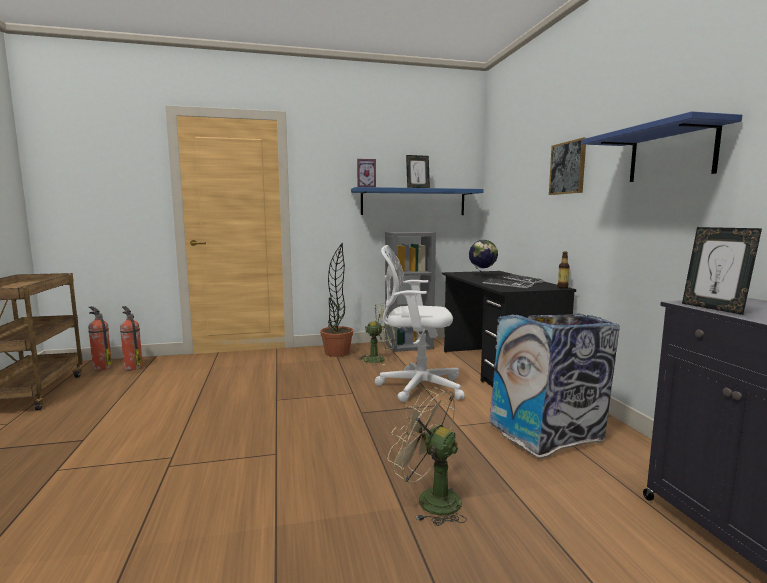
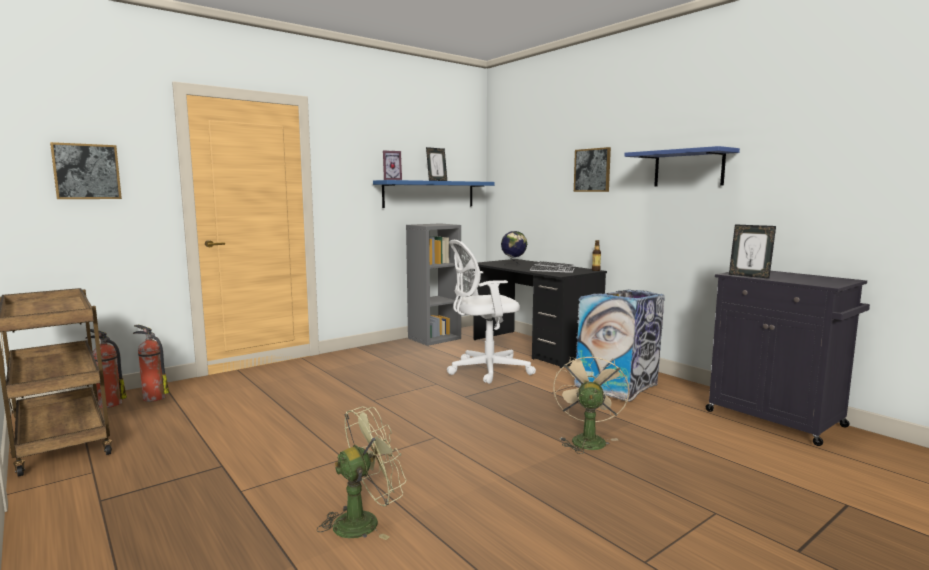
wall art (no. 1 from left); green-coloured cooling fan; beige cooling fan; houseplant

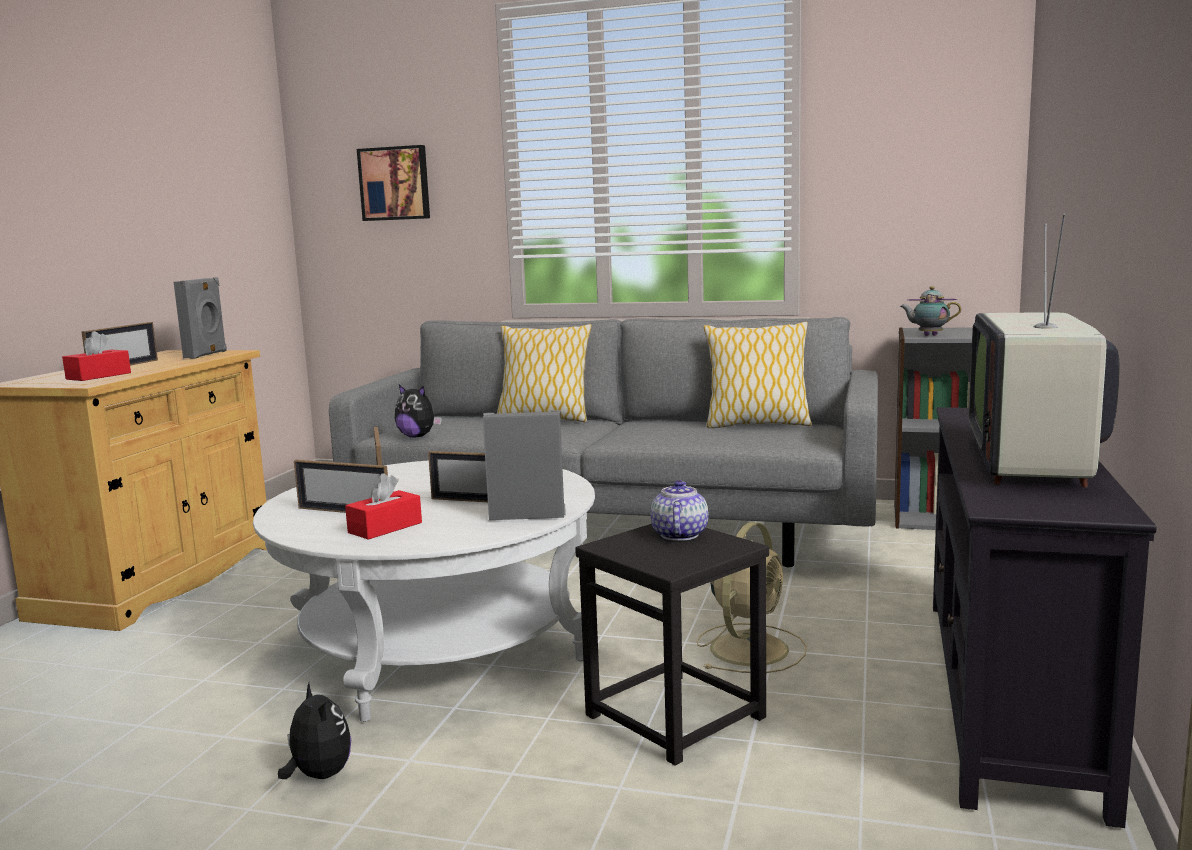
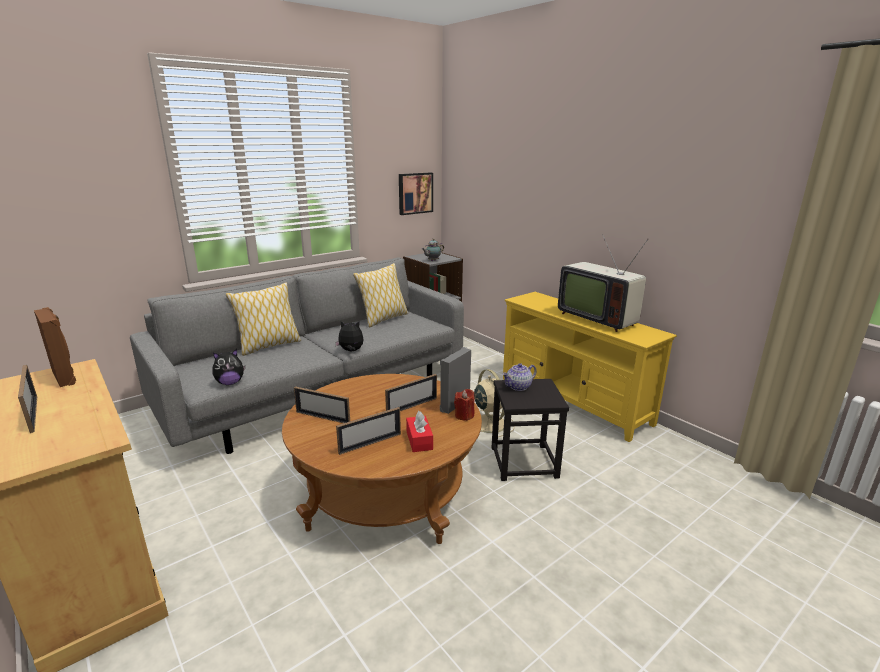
brown audio speaker; brown coffee table; cuddly toy (no. 2 from left); wall art; red-coloured wax light; tea pot (no. 2 from left); yellow-coloured tv unit; red-coloured box of tissues (no. 1 from left in the first image)

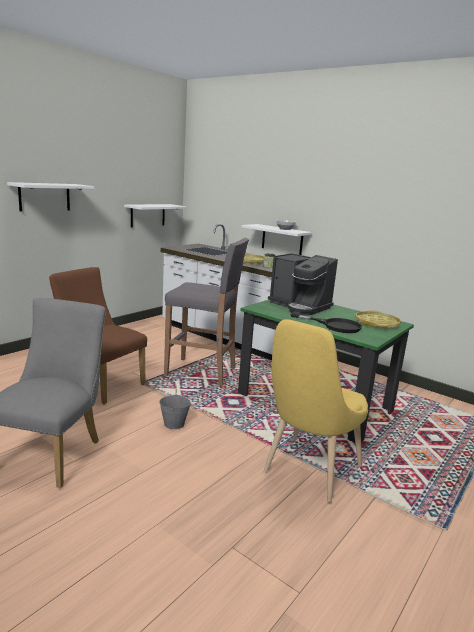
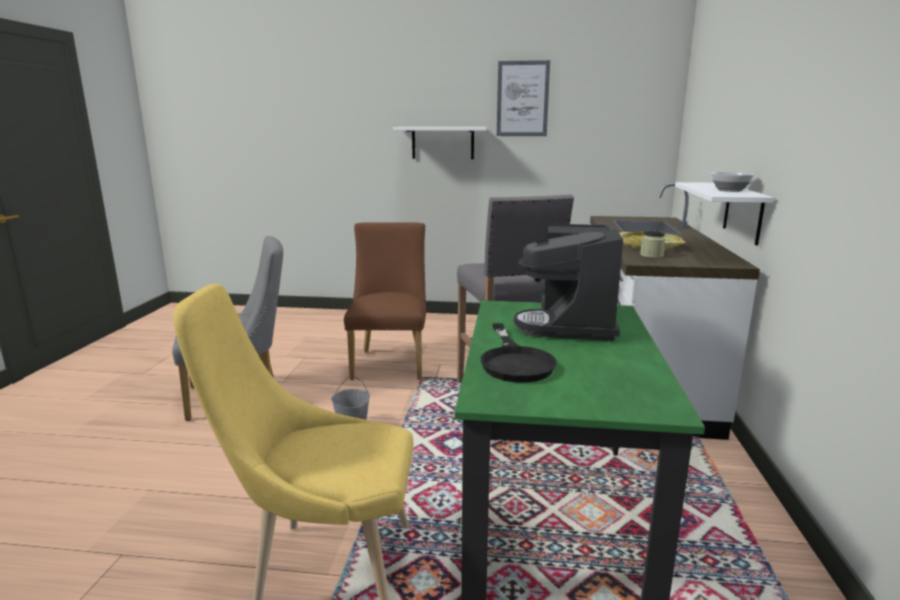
wall art; whitish shelf (no. 2 from left in the first image); yellow-coloured tray (no. 2 from left in the first image)

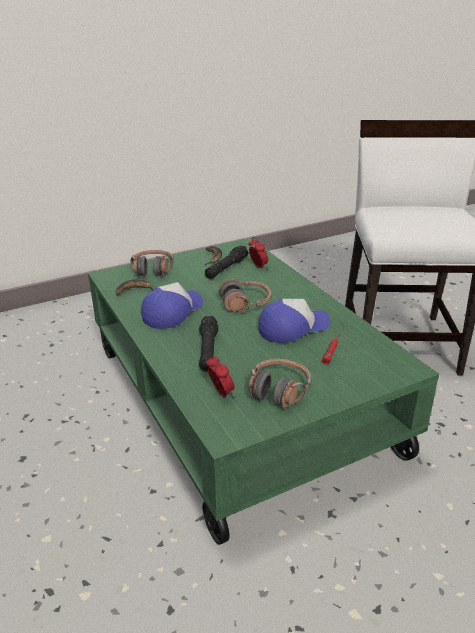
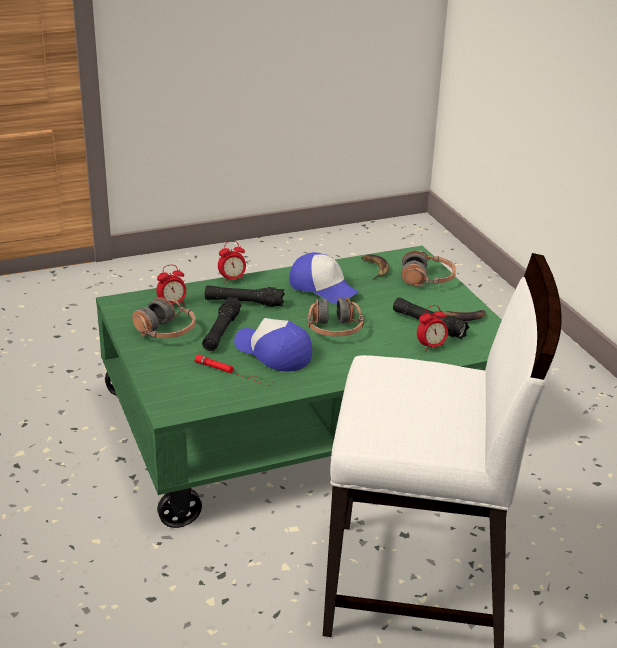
black-coloured flashlight (no. 1 from left); table clock (no. 2 from left); peaked cap (no. 1 from left)

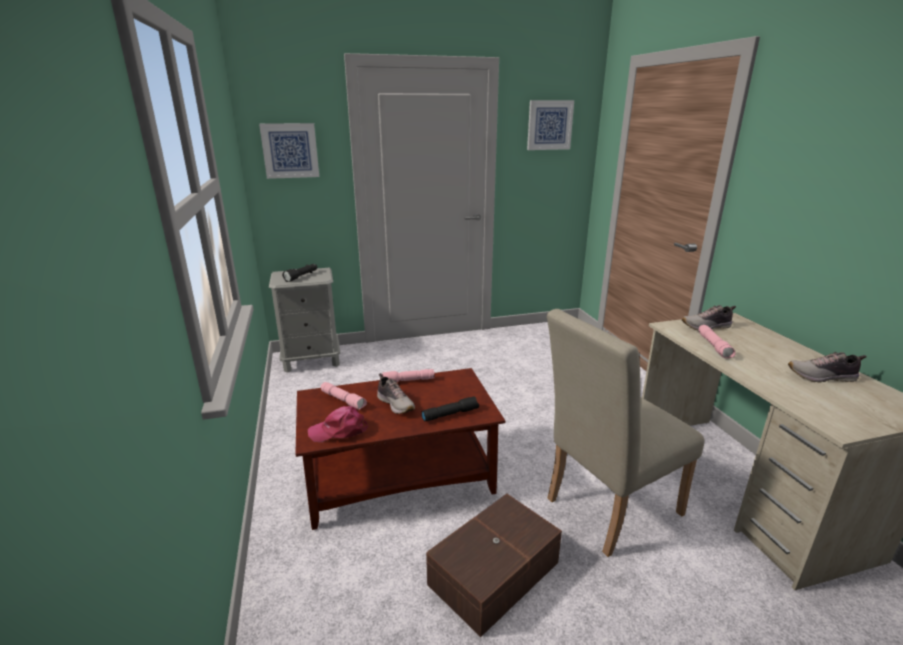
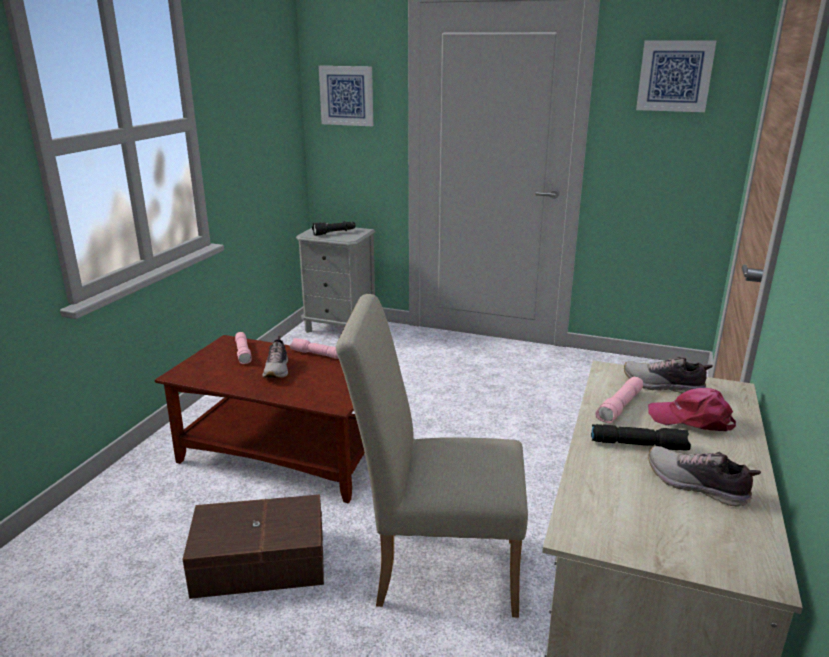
black-coloured flashlight (no. 2 from left); pink peaked cap

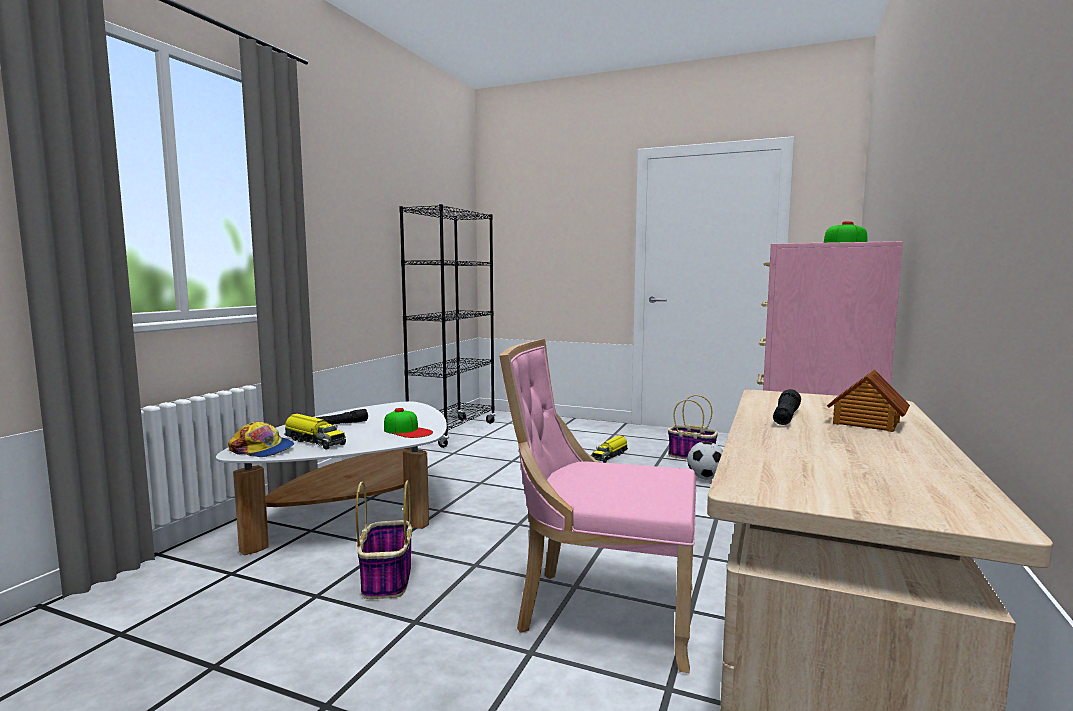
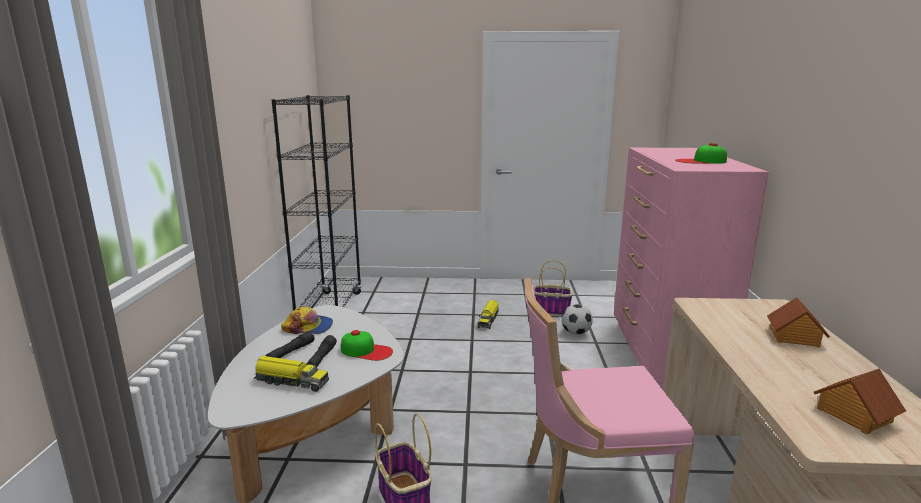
peaked cap (no. 1 from left); black-coloured flashlight (no. 2 from left); toy house (no. 2 from left)

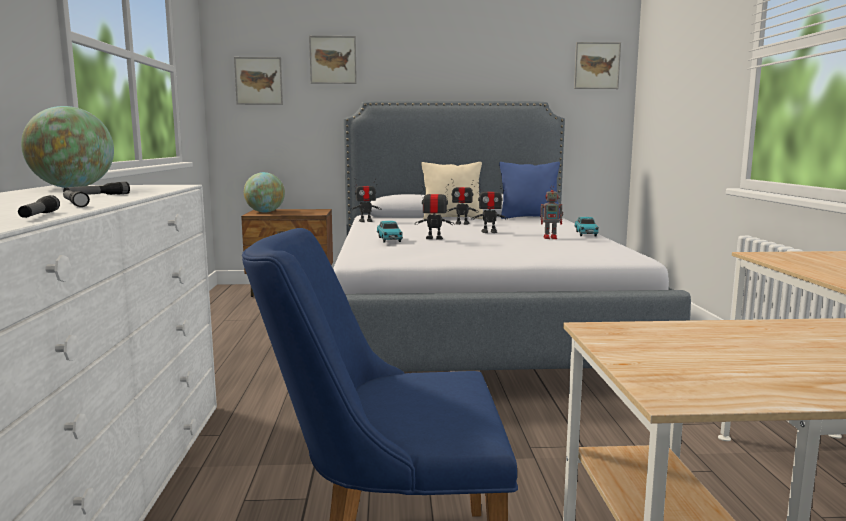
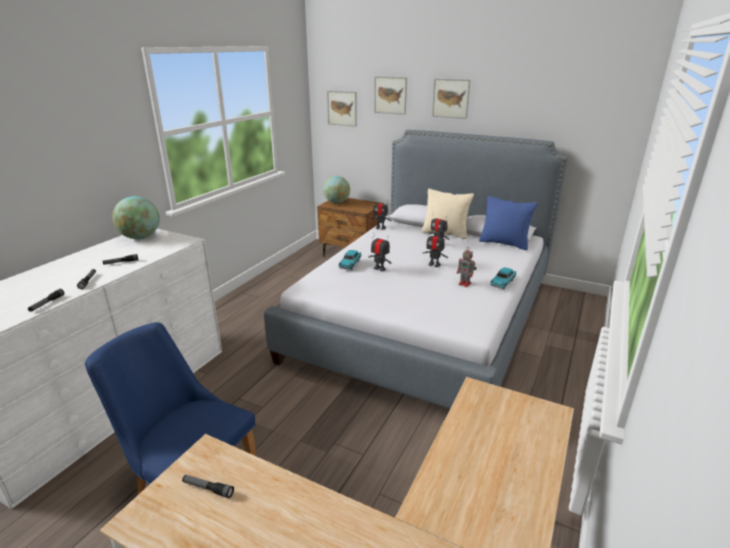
flashlight (no. 4 from left); wall art (no. 3 from left)

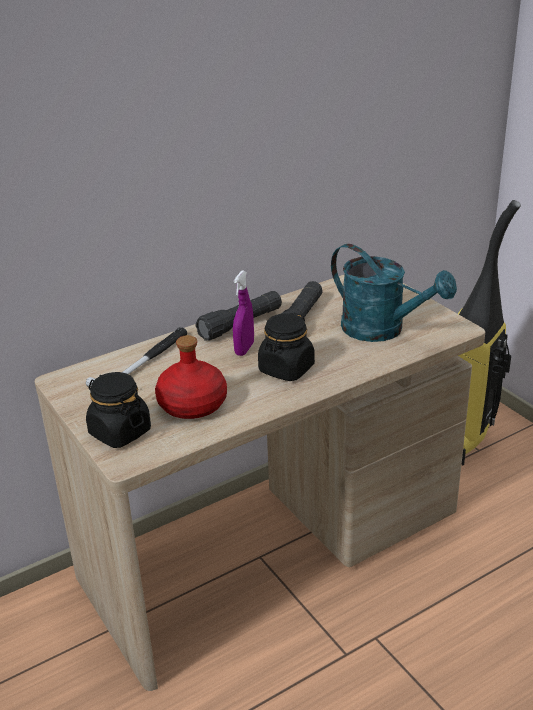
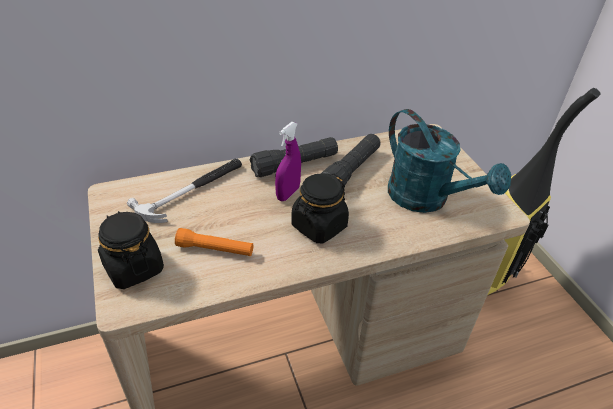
orangey flashlight

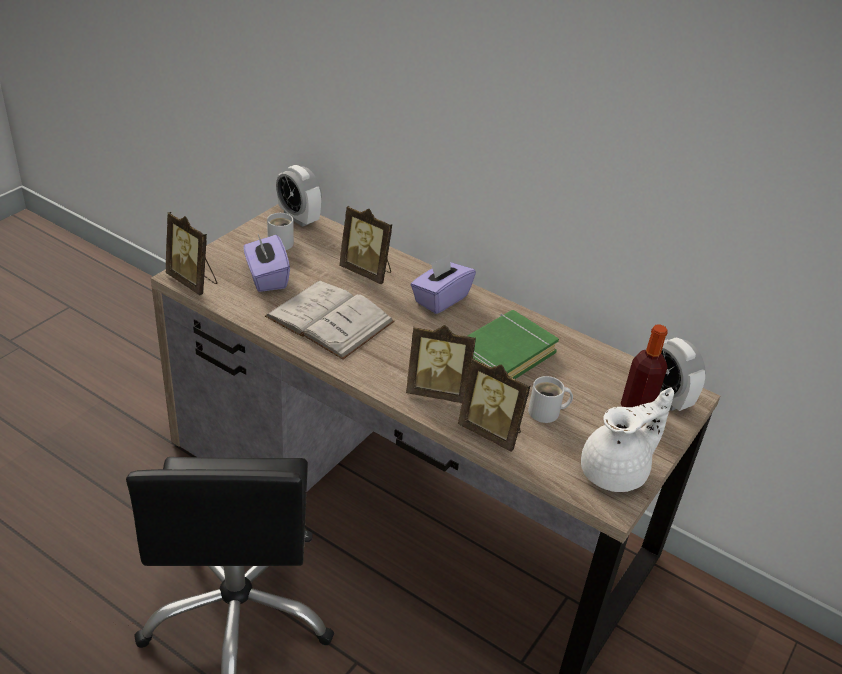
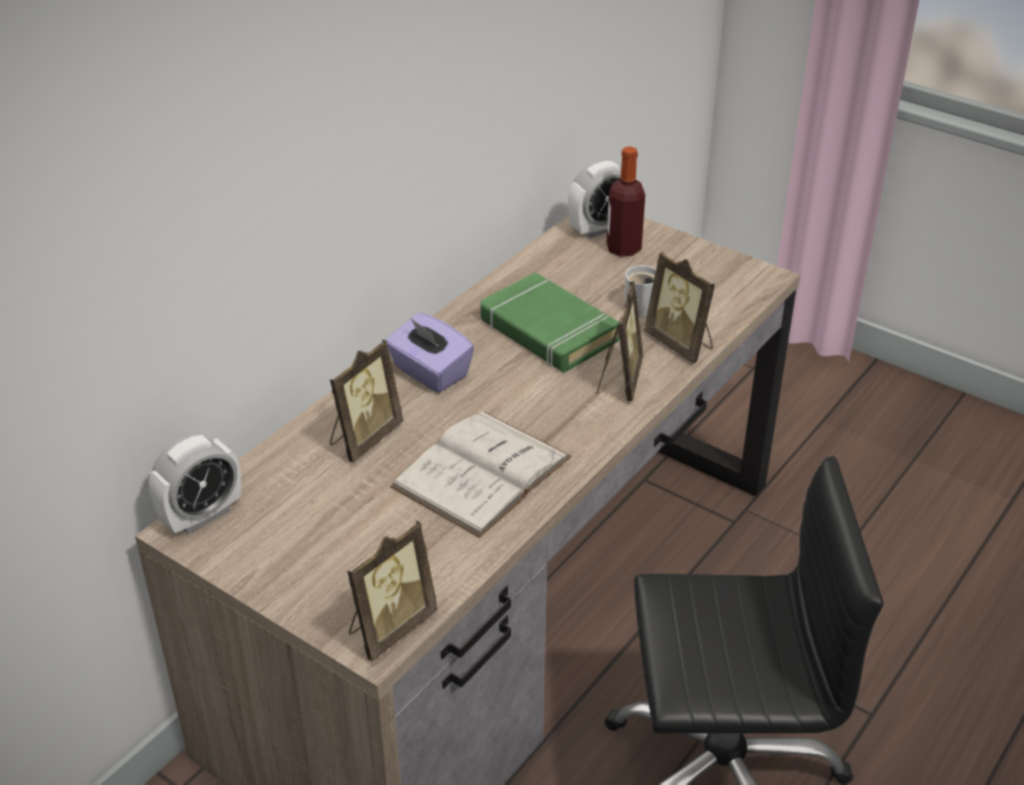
standing frame (no. 4 from left); purple-coloured box of tissues (no. 1 from left in the first image); whitish coffee mug (no. 1 from left in the first image); whitish tea pot

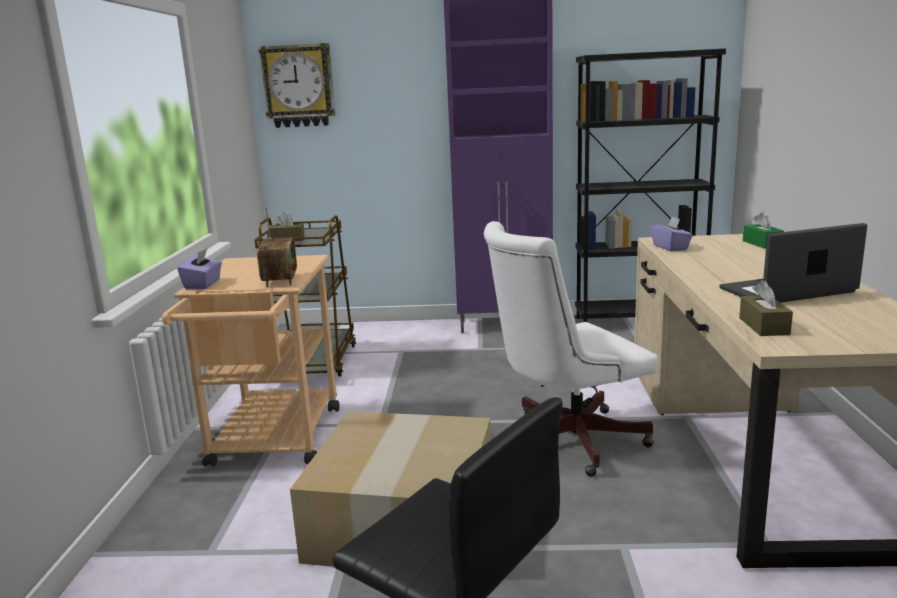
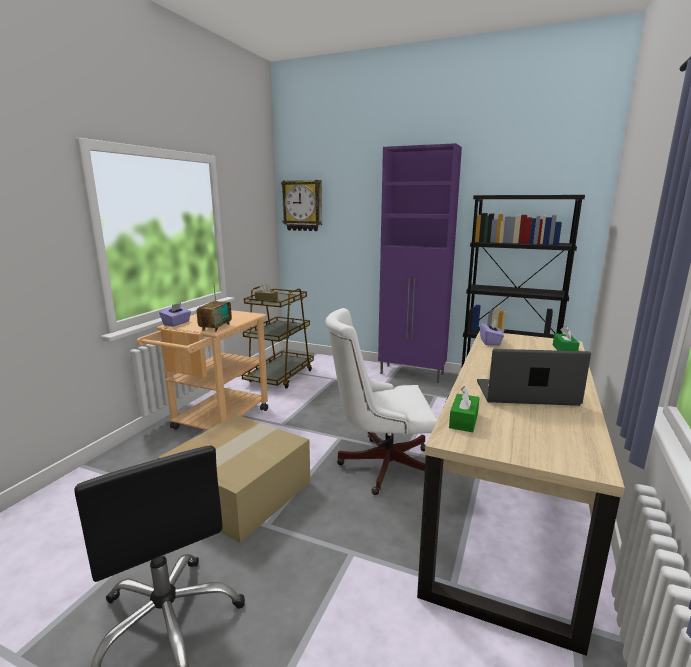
green-coloured box of tissues (no. 1 from left)

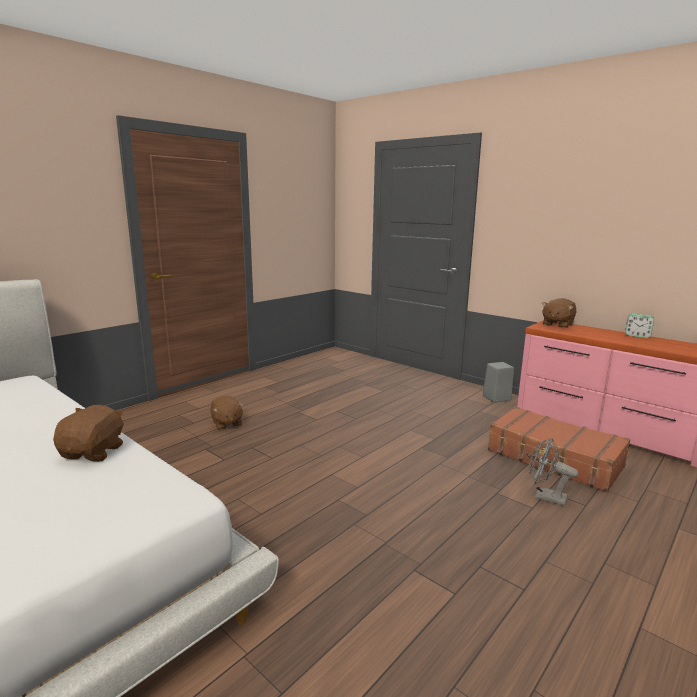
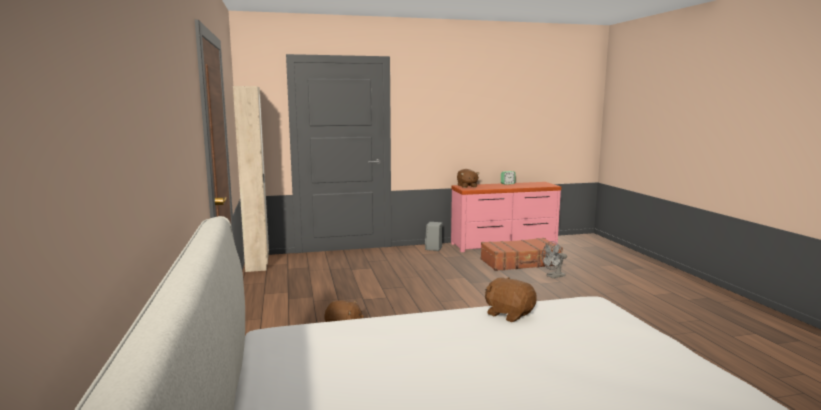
beige clothes cupboard

